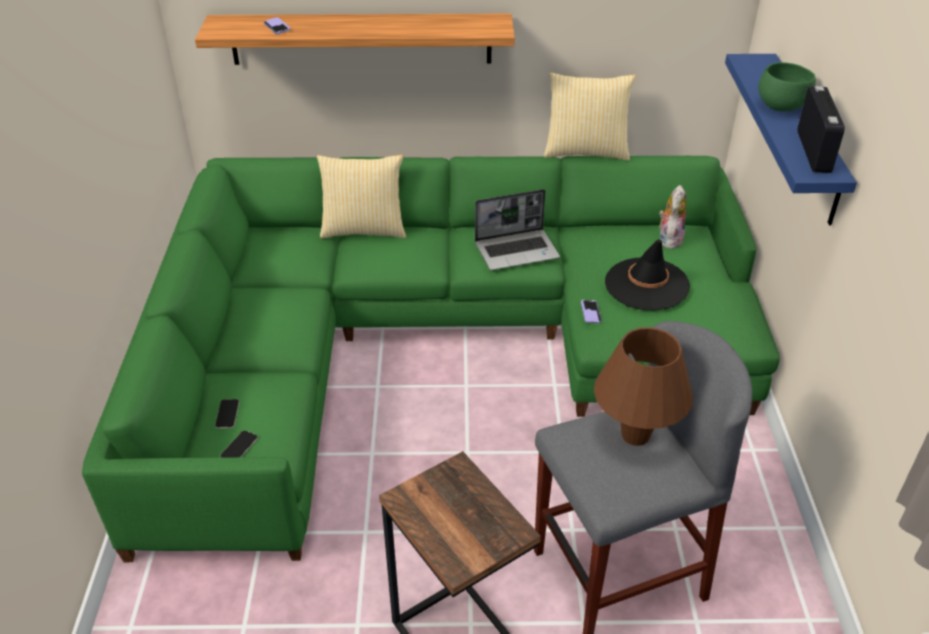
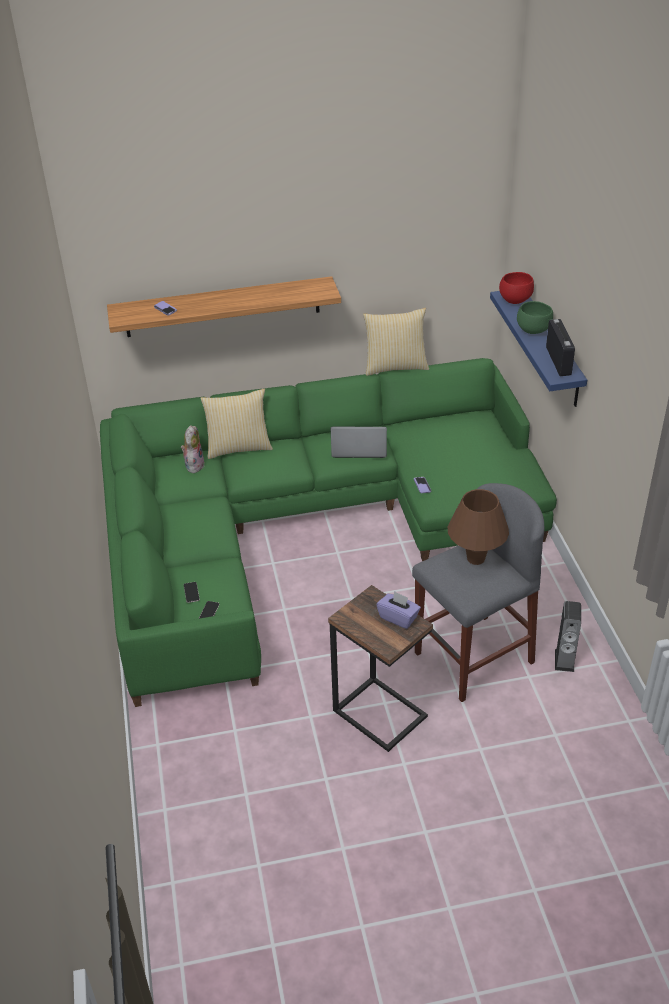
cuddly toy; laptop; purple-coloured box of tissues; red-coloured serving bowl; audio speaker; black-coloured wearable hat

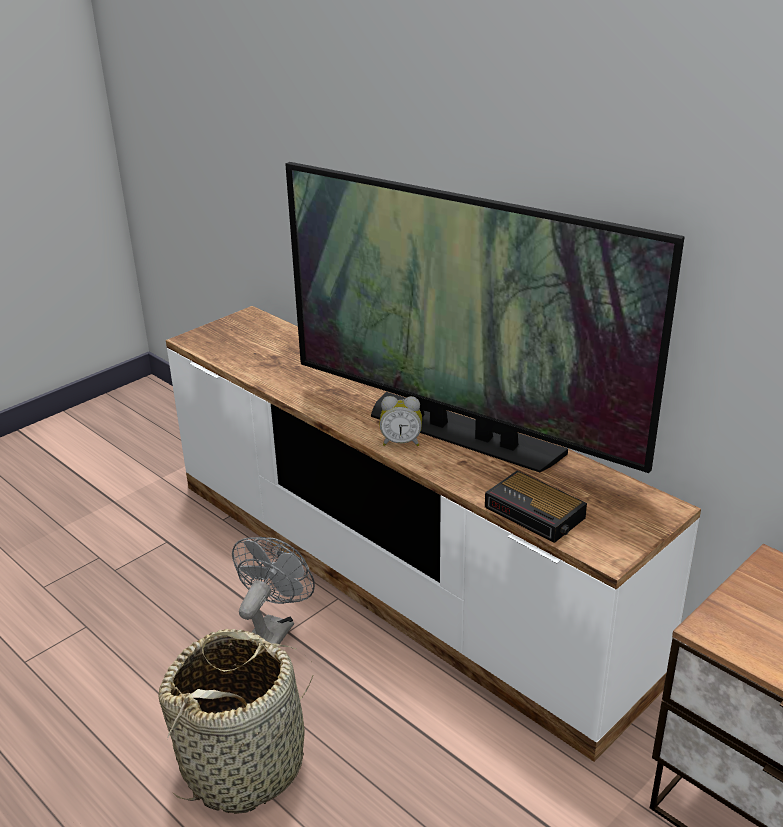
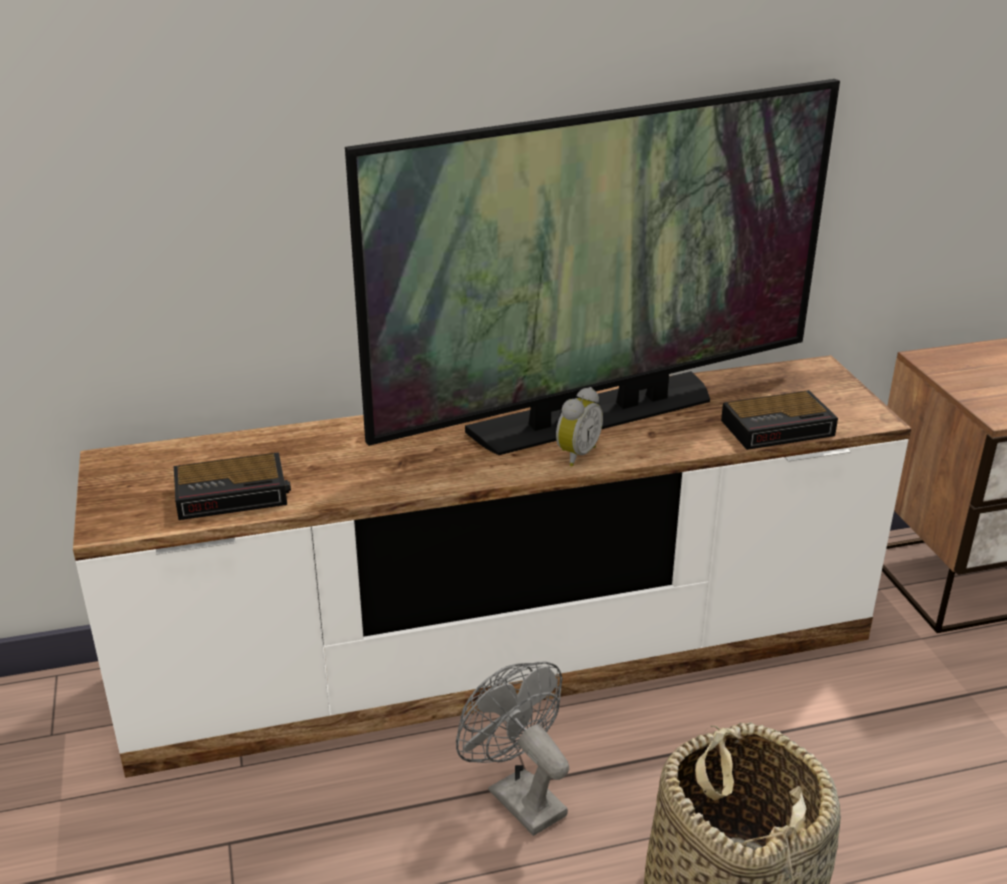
table clock (no. 1 from left)

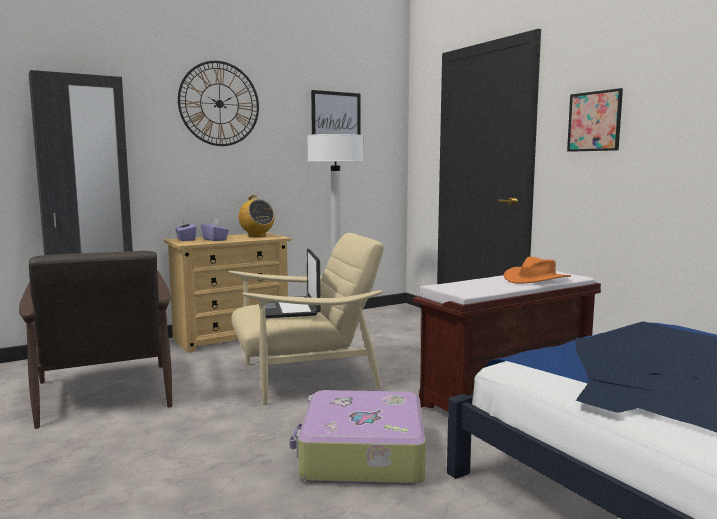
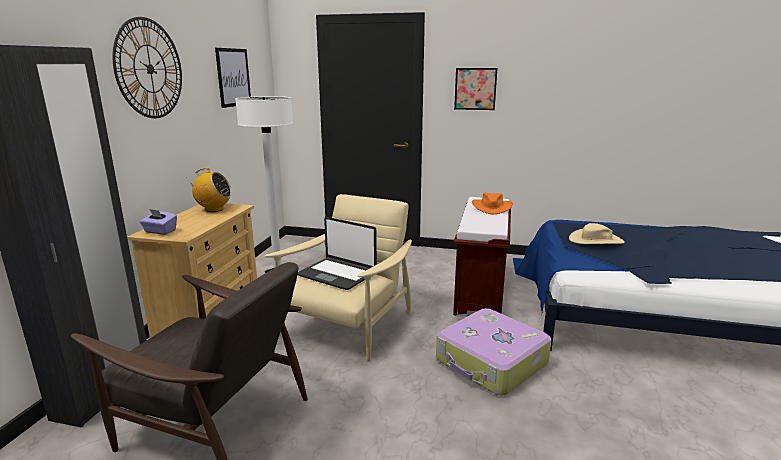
beige wearable hat; purple-coloured box of tissues (no. 2 from left in the first image)

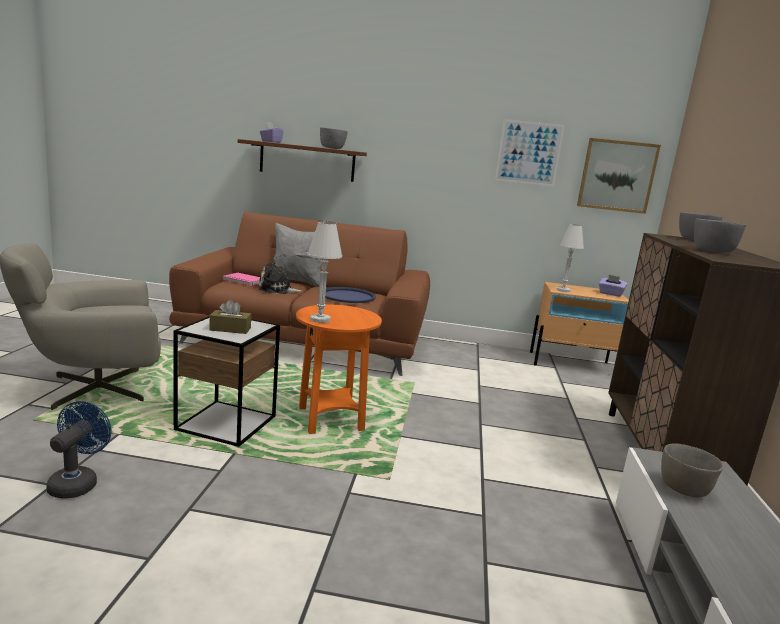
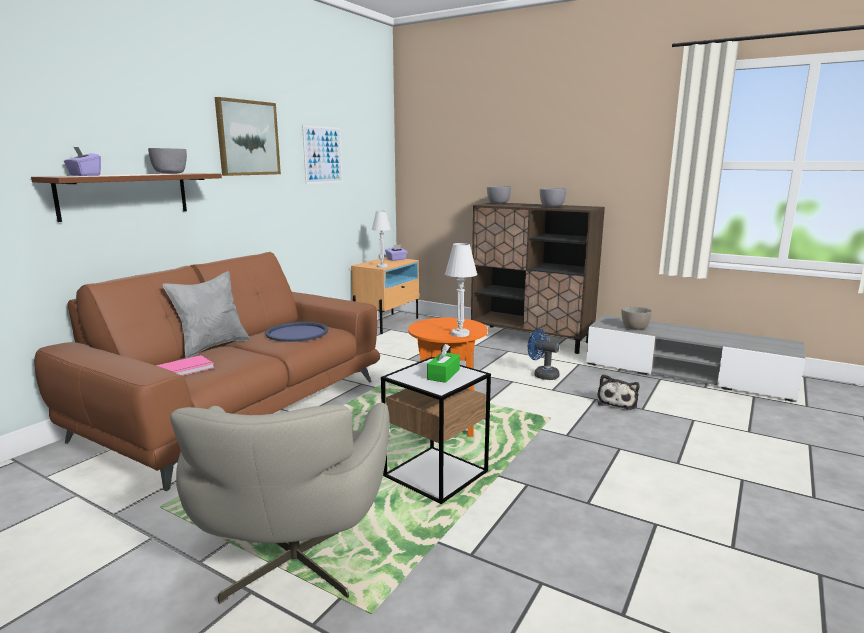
wall art (no. 1 from left); green-coloured box of tissues; bluish cooling fan; cuddly toy

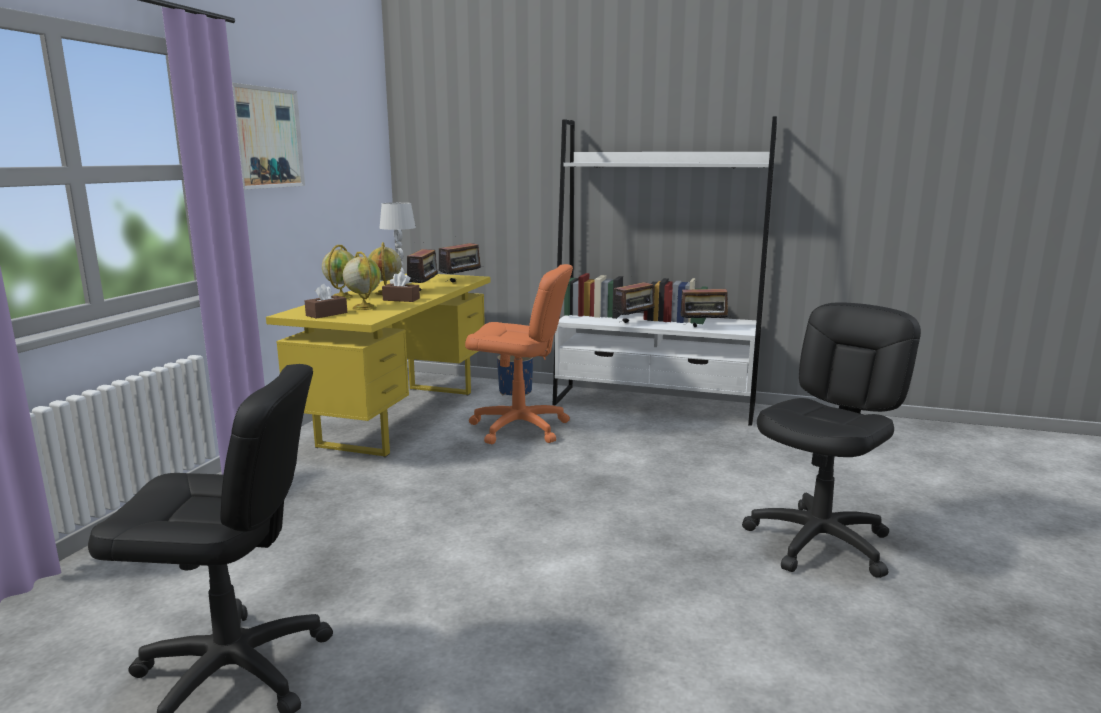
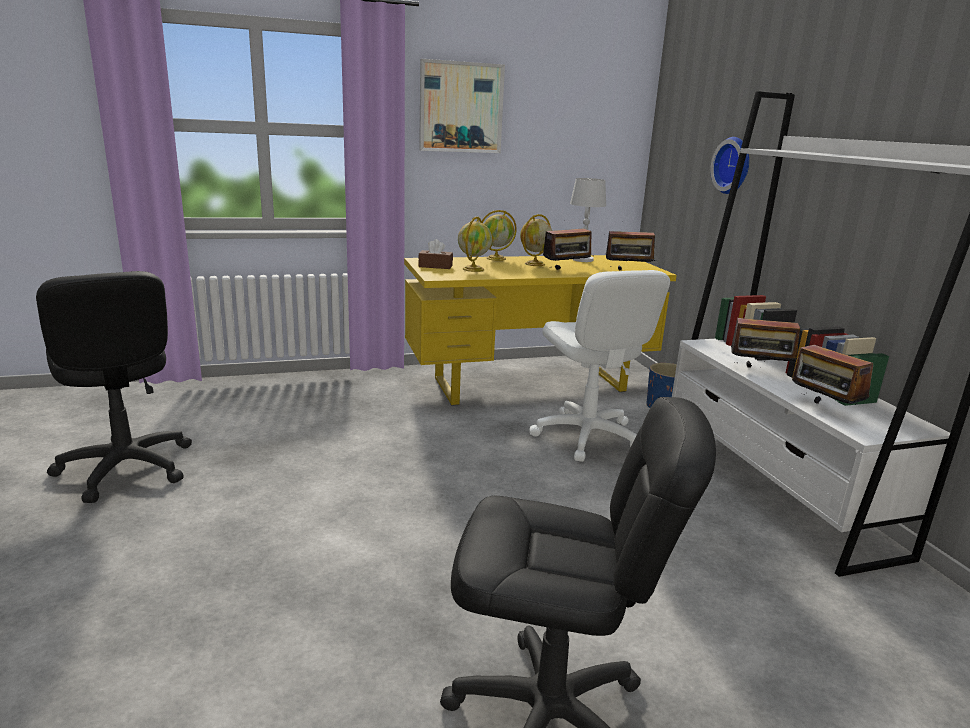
whitish desk chair; clock on the wall; brown box of tissues (no. 2 from left in the first image)

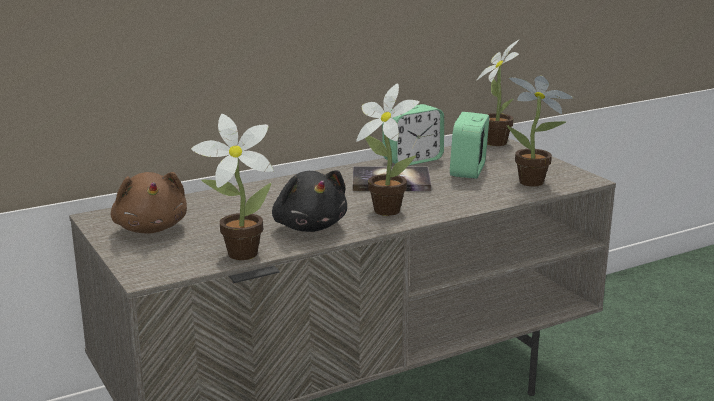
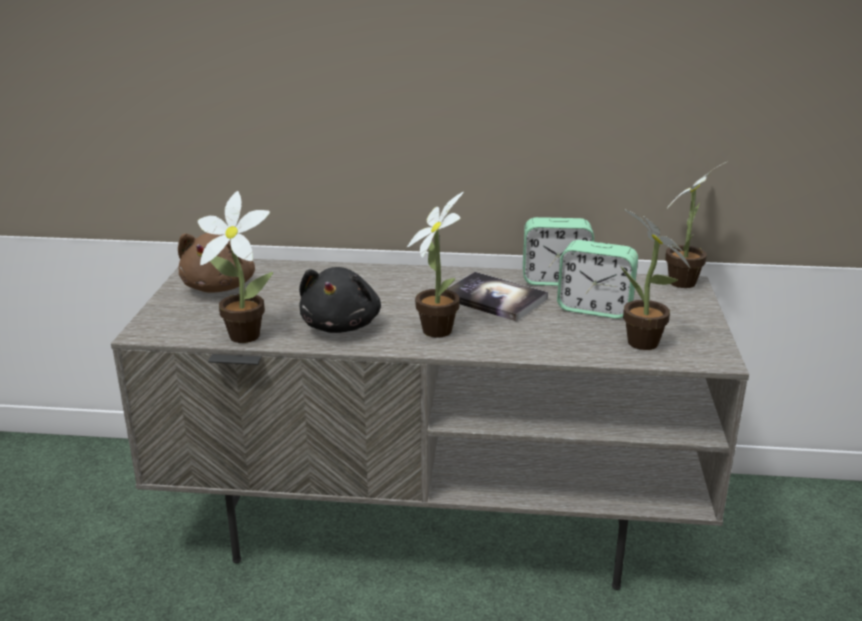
table clock (no. 2 from left)

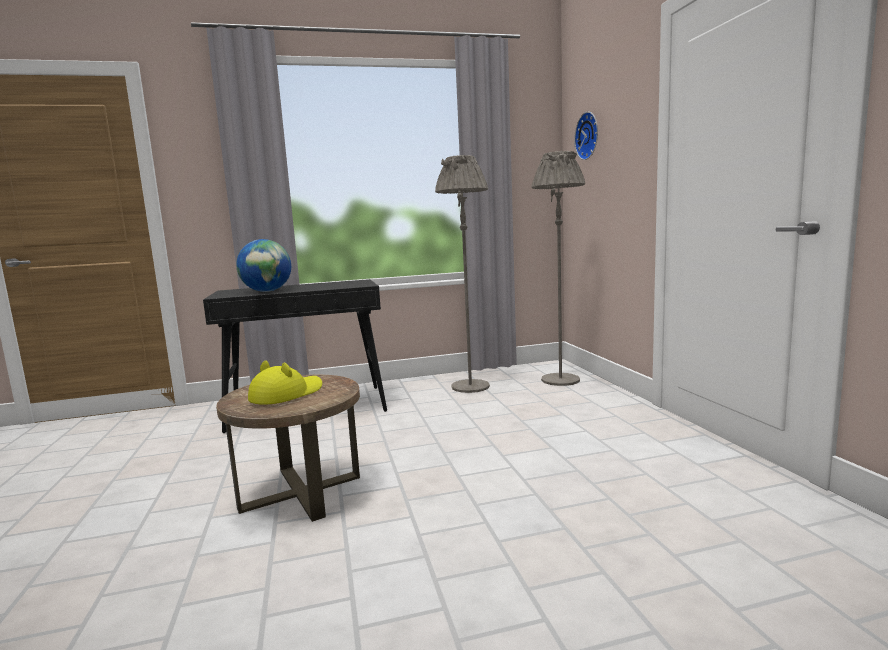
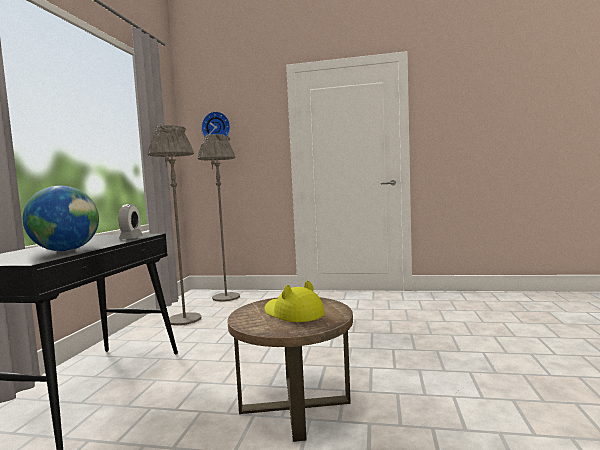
table clock

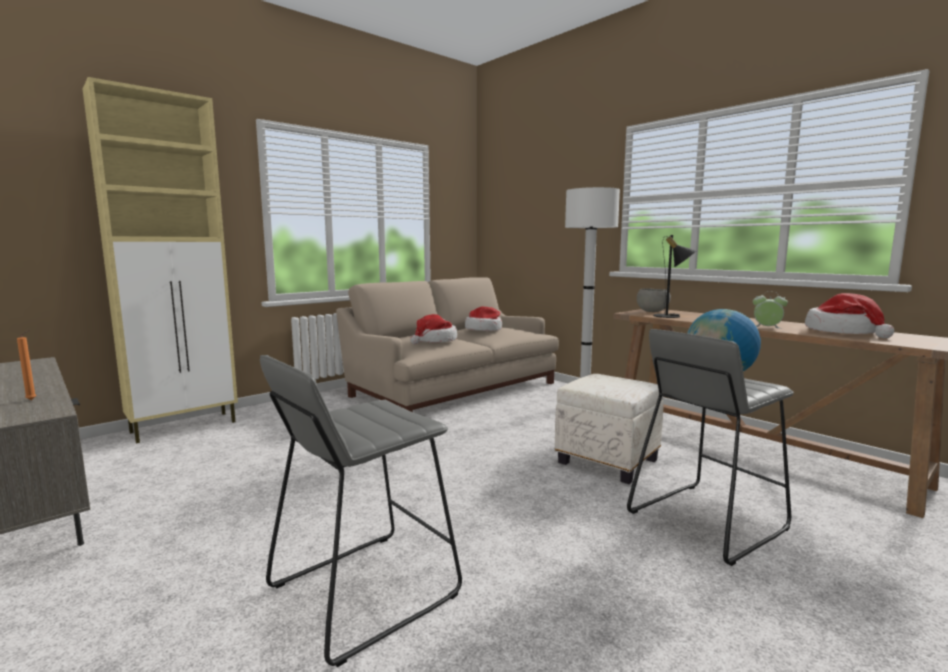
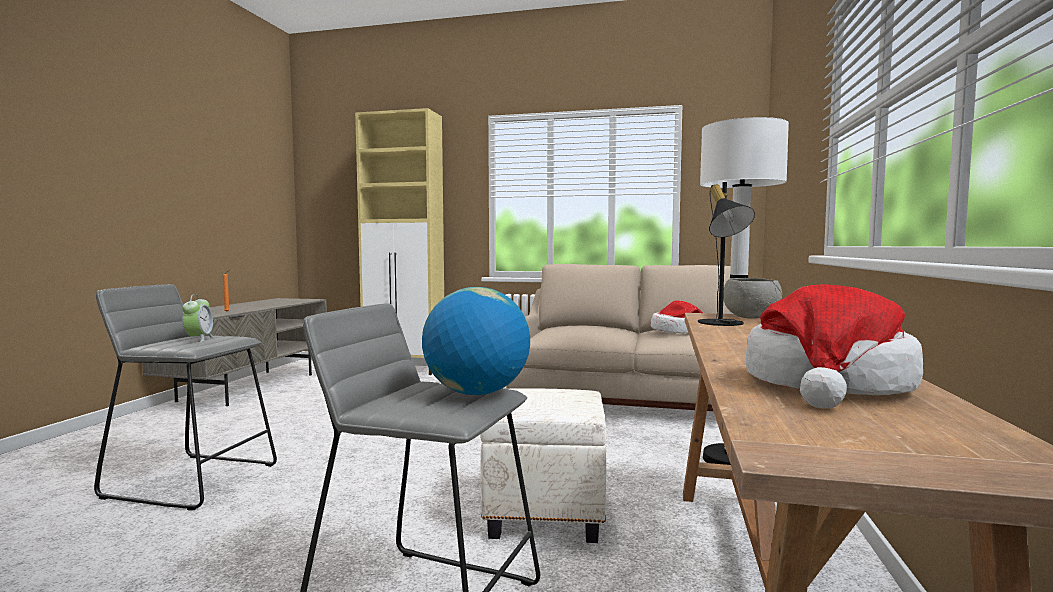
table clock; wearable hat (no. 1 from left in the first image)

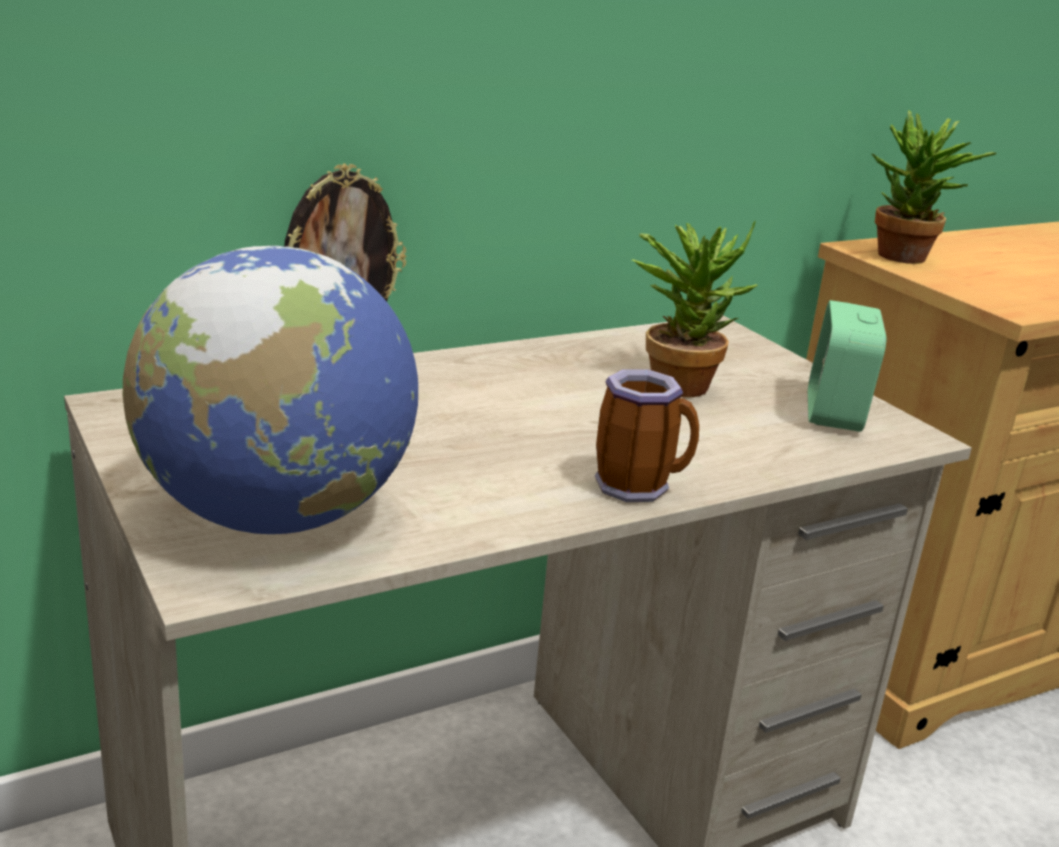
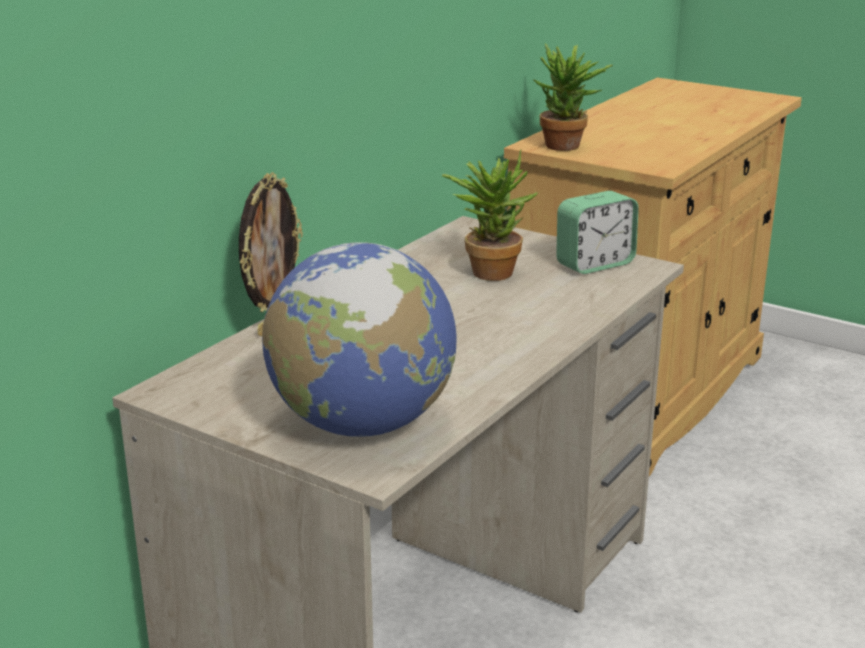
table clock; coffee mug

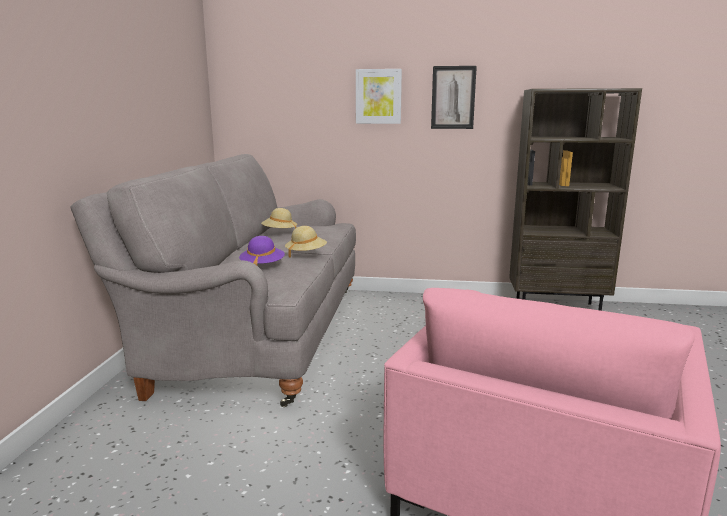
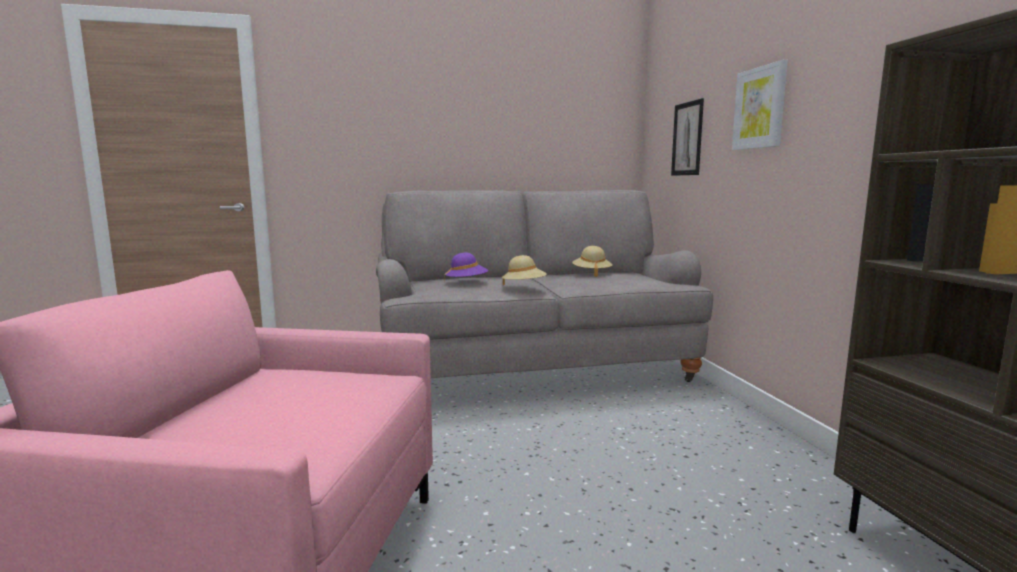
wall art (no. 1 from left)

